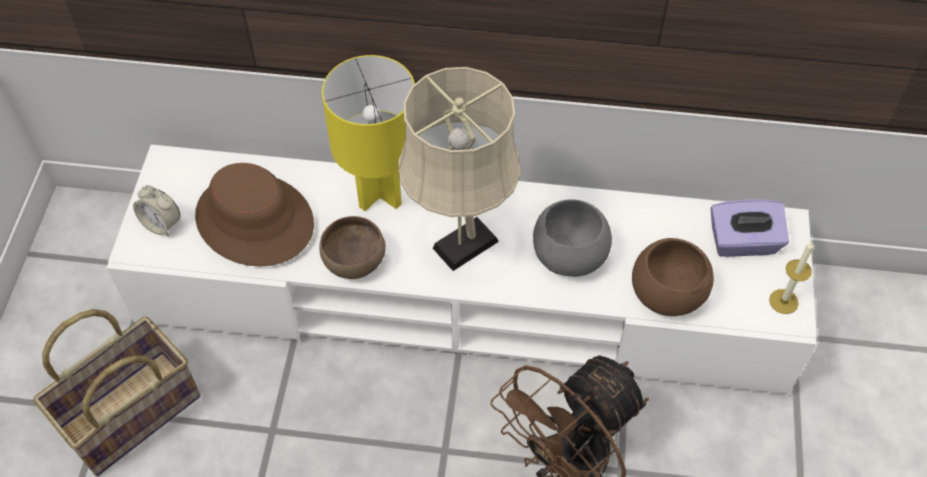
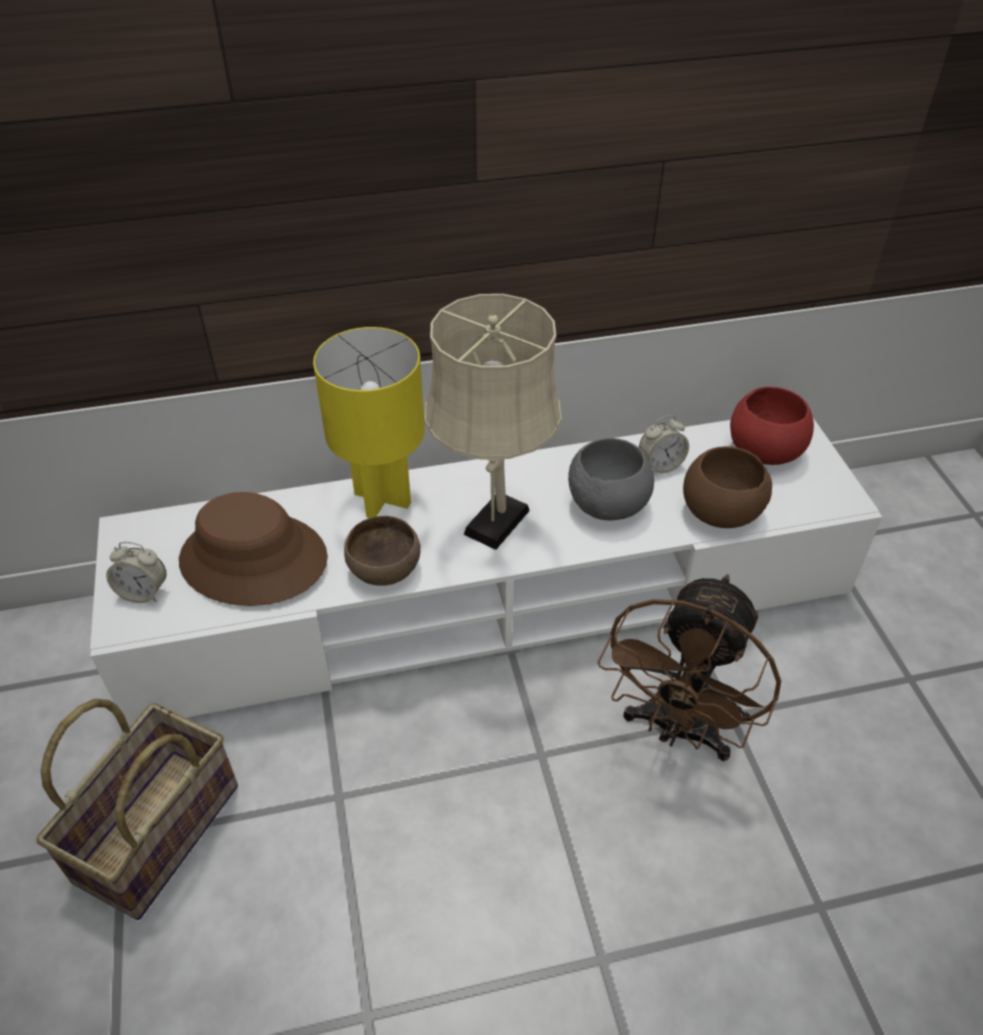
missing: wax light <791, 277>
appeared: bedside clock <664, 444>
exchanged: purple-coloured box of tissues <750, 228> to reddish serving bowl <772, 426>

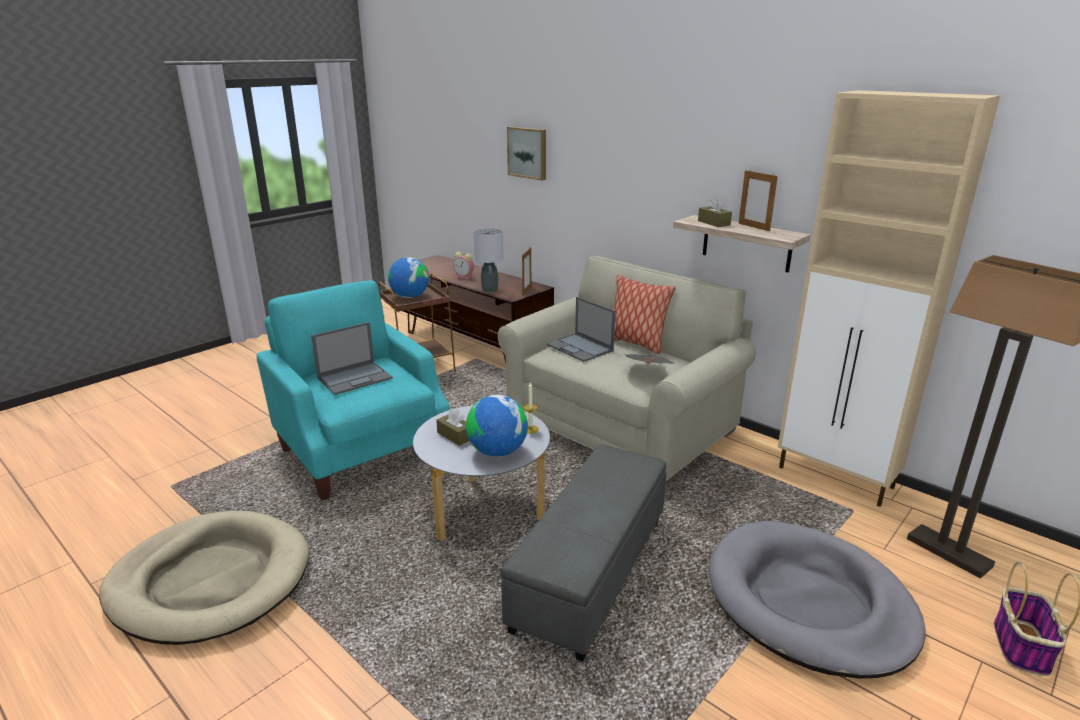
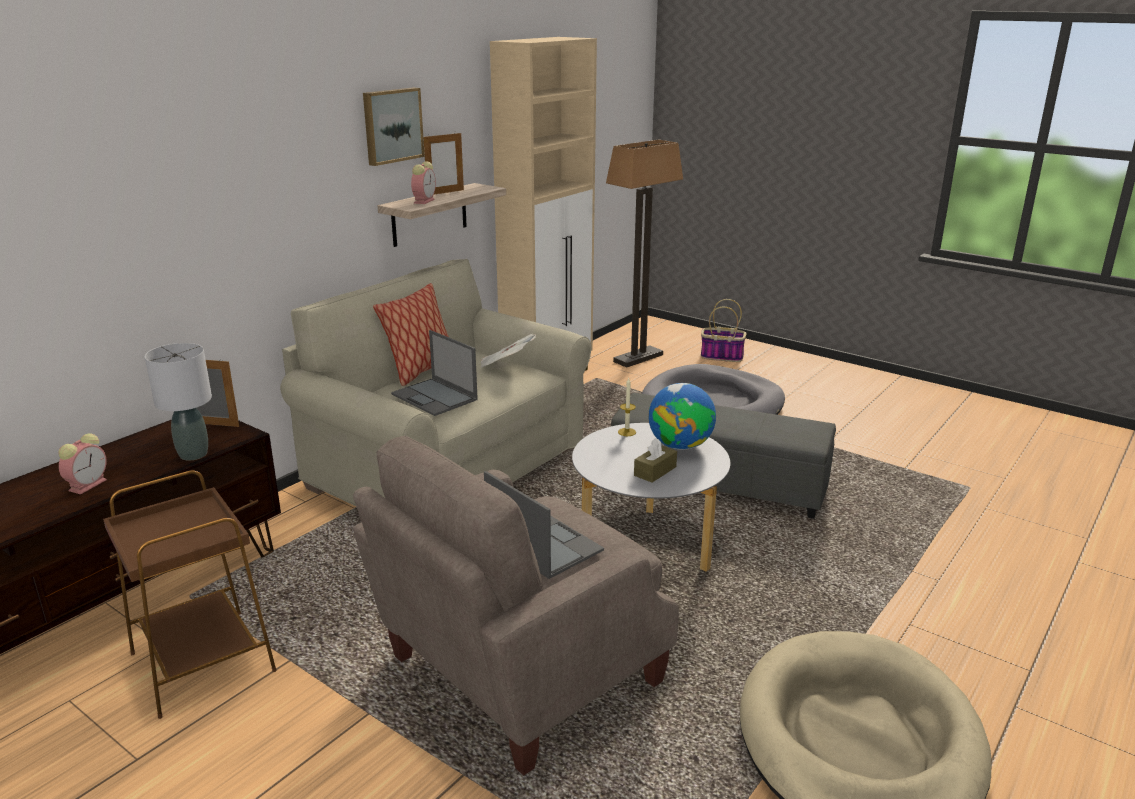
missing: desk globe <408, 277>
relocated: wall picture <526, 153> to <394, 126>
exchanged: brown-coloured box of tissues <715, 212> to bedside clock <423, 182>
colour: blue-green armchair <353, 390> to beige armchair <516, 606>
spun: laptop <581, 329> = <434, 373> 90 degrees clockwise

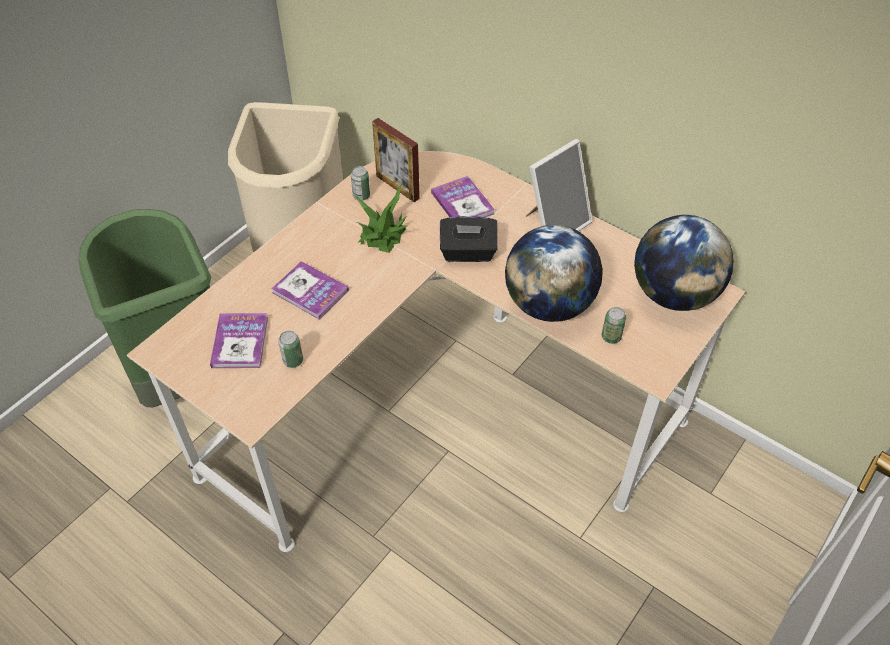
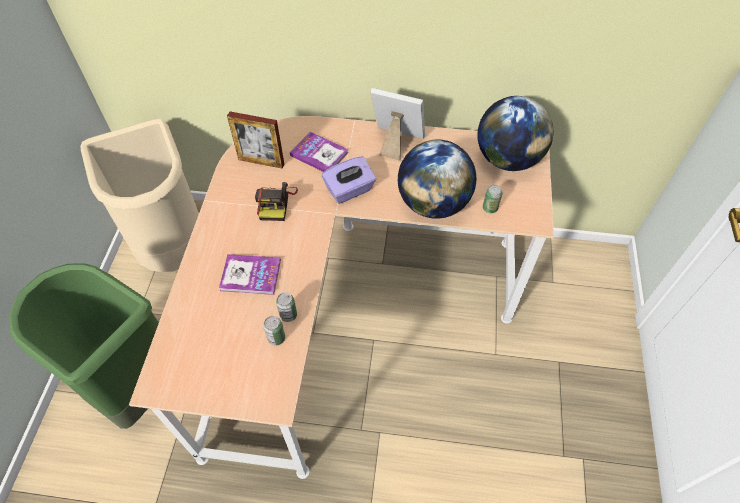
missing: book <239, 340>
relocated: sealed can <360, 183> to <286, 307>
exchanged: plant in a pot <381, 218> to photo camera <276, 201>
colour: black-coloured box of tissues <469, 239> to purple-coloured box of tissues <349, 180>
spun: standing frame <559, 185> = <397, 124> 90 degrees counterclockwise

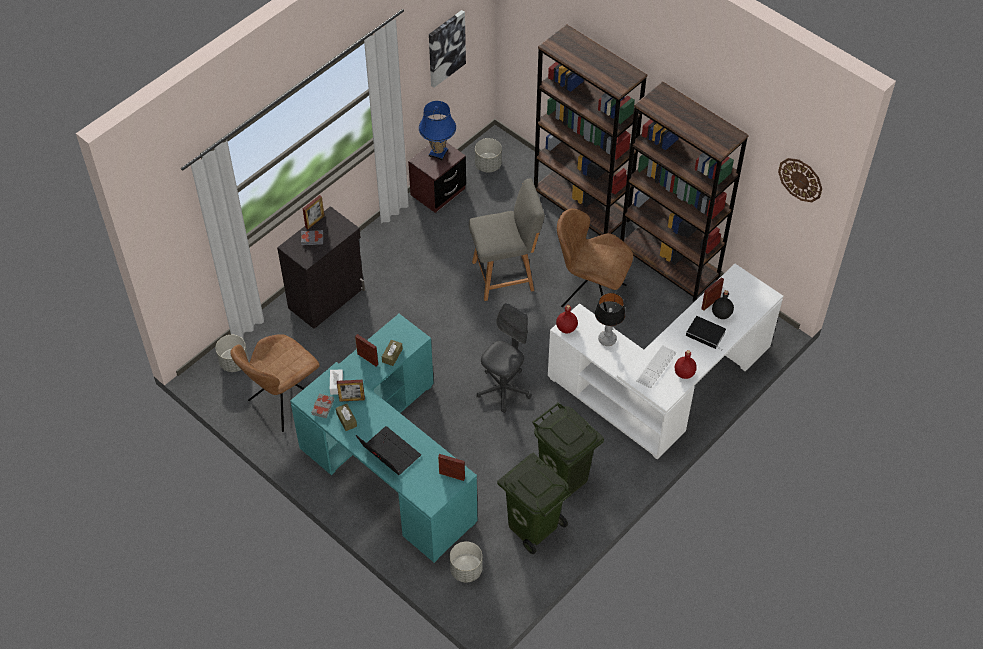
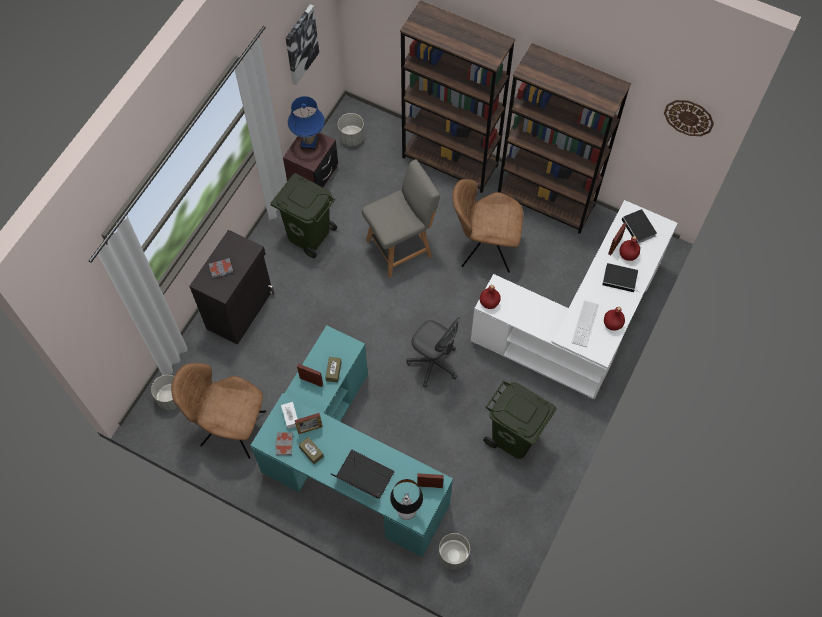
missing: standing frame <313, 212>
appeared: book <639, 228>
relocated: green-coloured rubbish bin <534, 503> to <303, 215>; table lamp <610, 319> to <406, 499>
colour: black-coloured bottle <723, 304> to reddish bottle <630, 248>
spun: brown-coloured plain chair <275, 383> = <218, 411> 75 degrees clockwise; grey office chair <504, 358> = <433, 352> 105 degrees clockwise

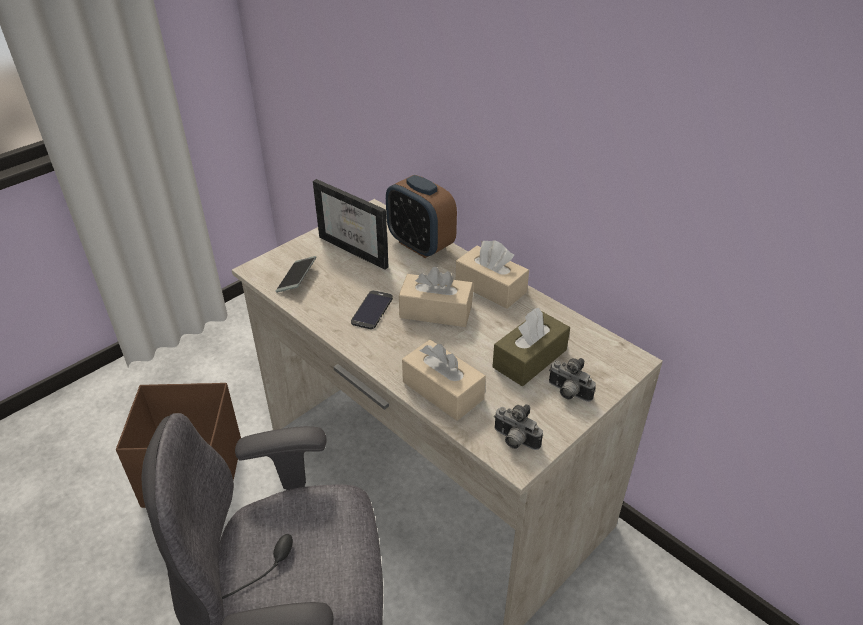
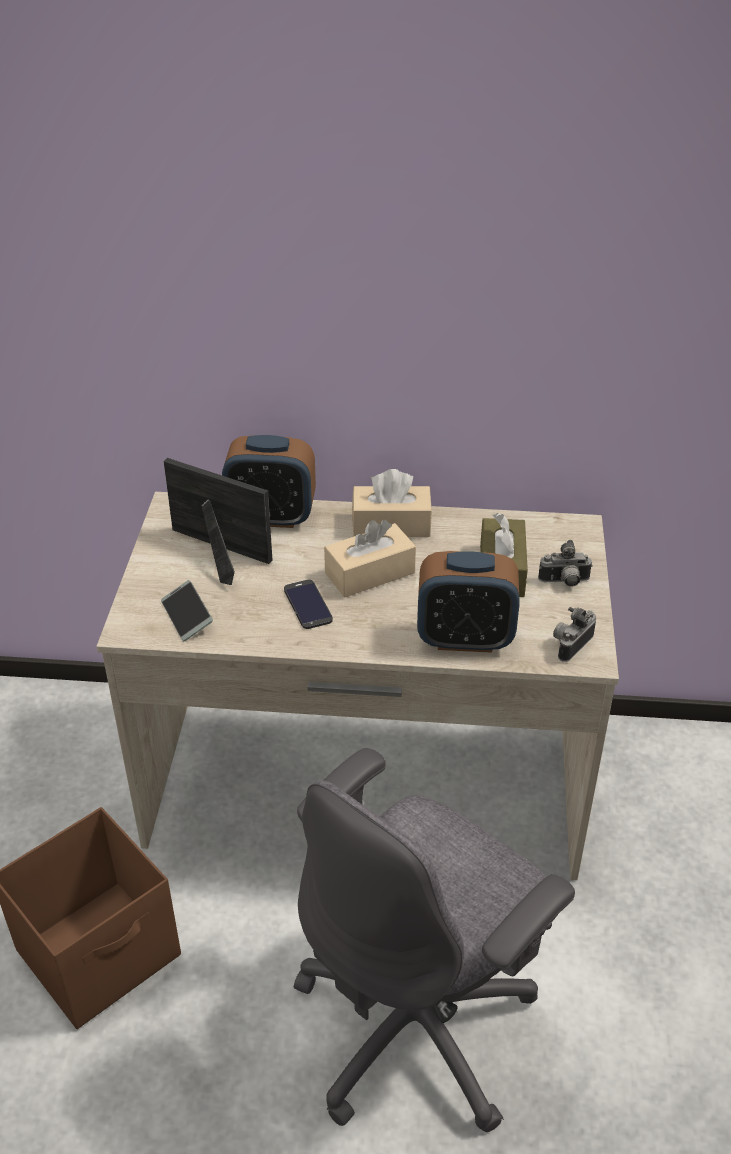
exchanged: beige box of tissues <444, 380> to bedside clock <468, 602>
spun: standing frame <351, 224> = <218, 521> 150 degrees counterclockwise; photo camera <518, 427> = <574, 634> 135 degrees clockwise

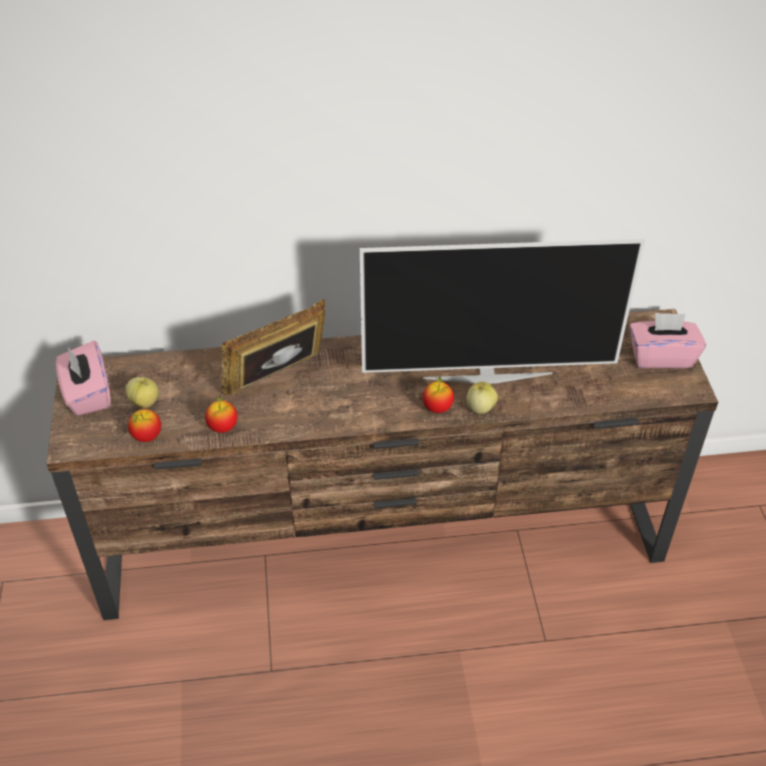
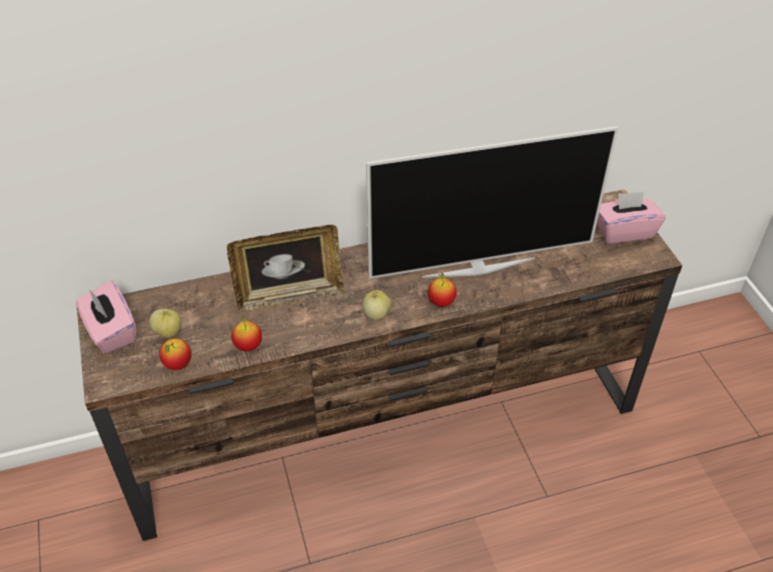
relocated: apple fruit <482, 398> to <376, 305>
spun: standing frame <273, 347> = <285, 268> 150 degrees counterclockwise

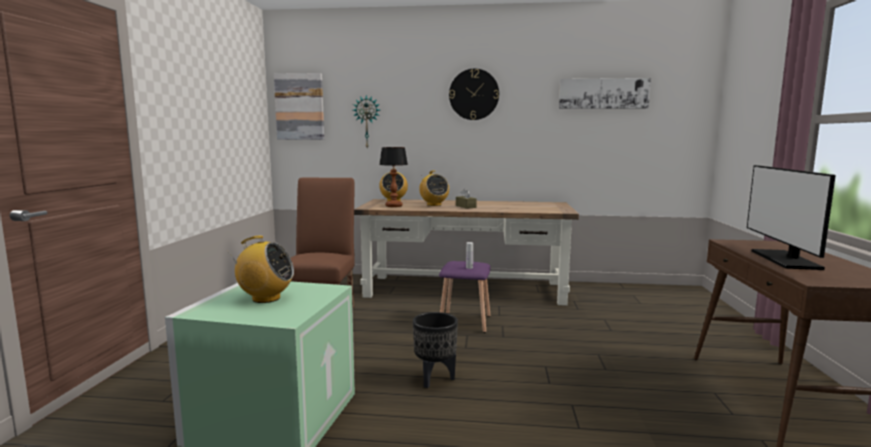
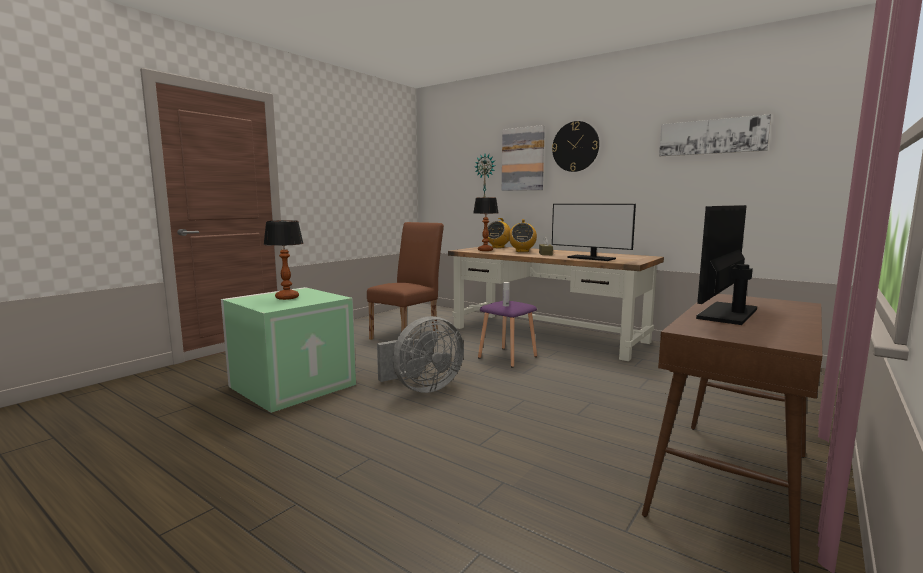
appeared: computer screen <594, 232>
relocated: wall picture <299, 106> to <523, 158>
exchanged: radio set <260, 269> to table lamp <283, 260>; black-coloured flower pot <435, 350> to grey fan <420, 354>

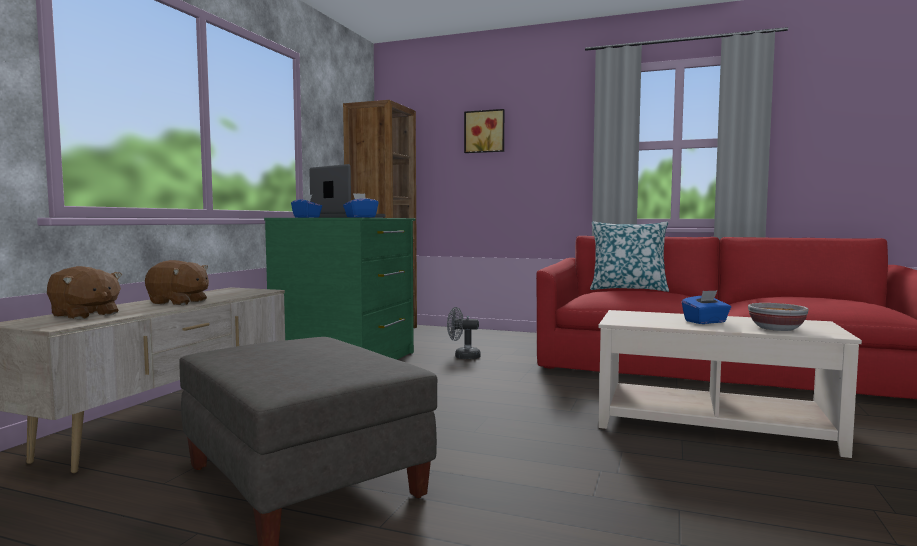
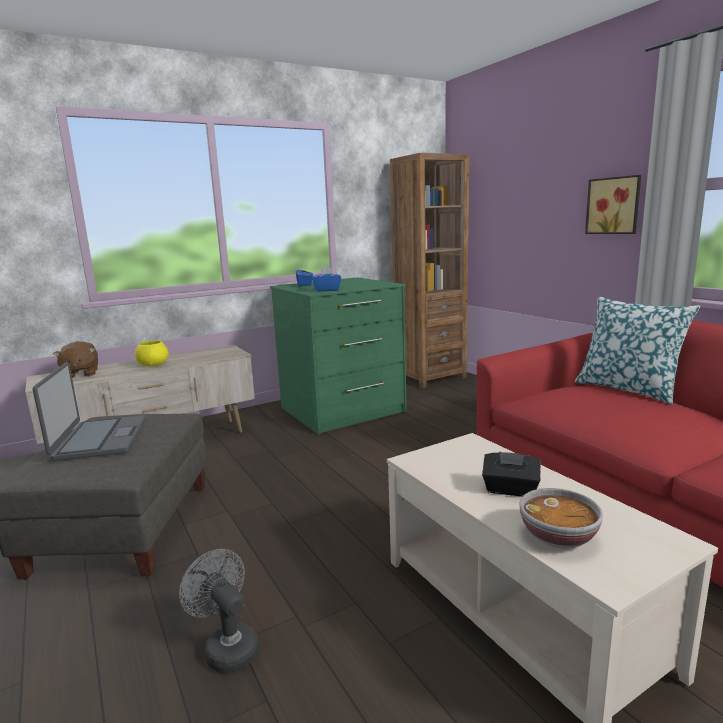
relocated: laptop <347, 191> to <89, 411>; grey fan <464, 333> to <219, 611>; wall picture <484, 131> to <613, 204>
exchanged: brown-coloured cuddly toy <177, 282> to yellowish serving bowl <152, 353>
colour: bluish box of tissues <706, 307> to black-coloured box of tissues <511, 474>

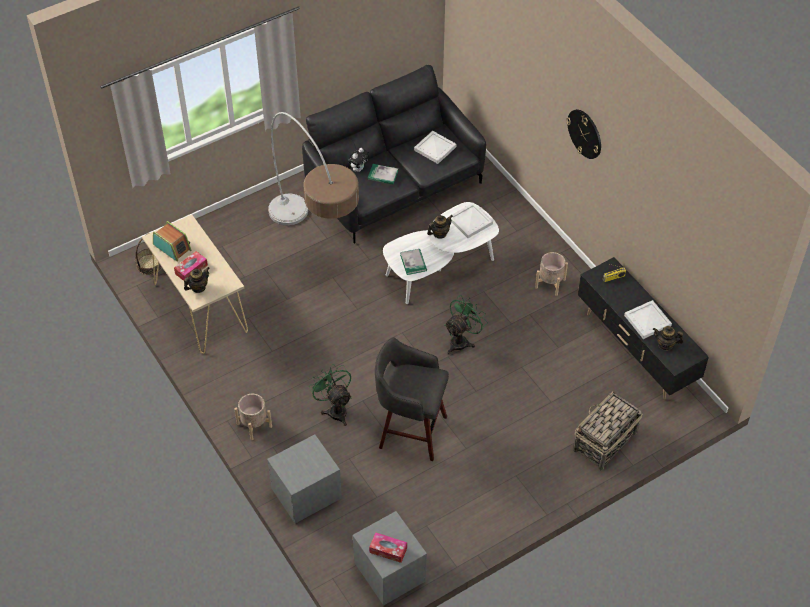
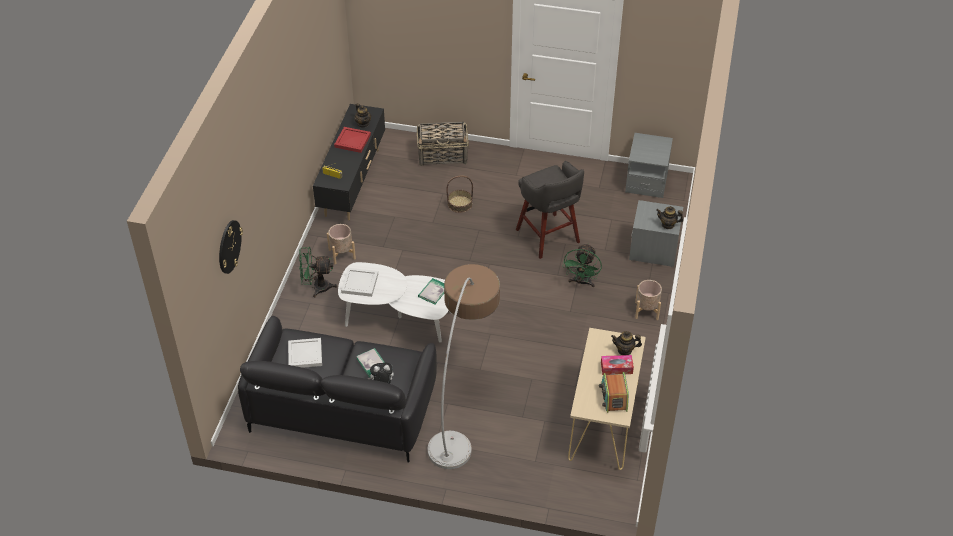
missing: box of tissues <388, 547>
relocated: storage basket <148, 254> to <459, 194>; tea pot <440, 227> to <669, 217>; green-coloured fan <466, 324> to <318, 272>; wall clock <583, 134> to <231, 247>
colour: whitish tray <648, 319> to reddish tray <352, 140>

